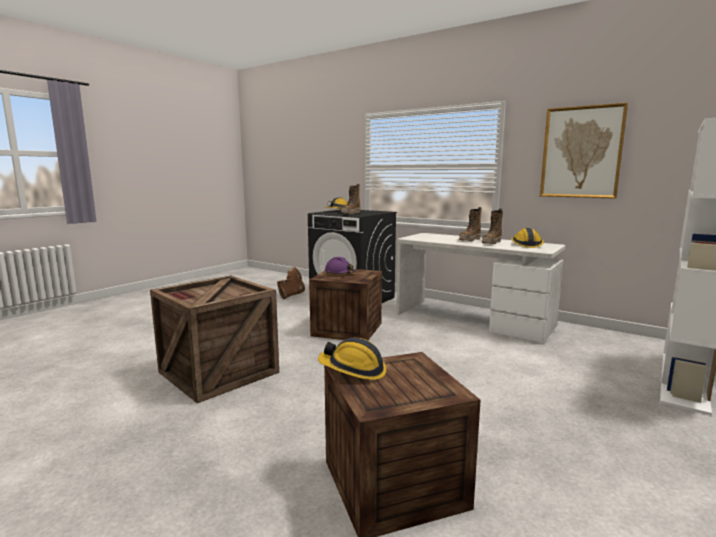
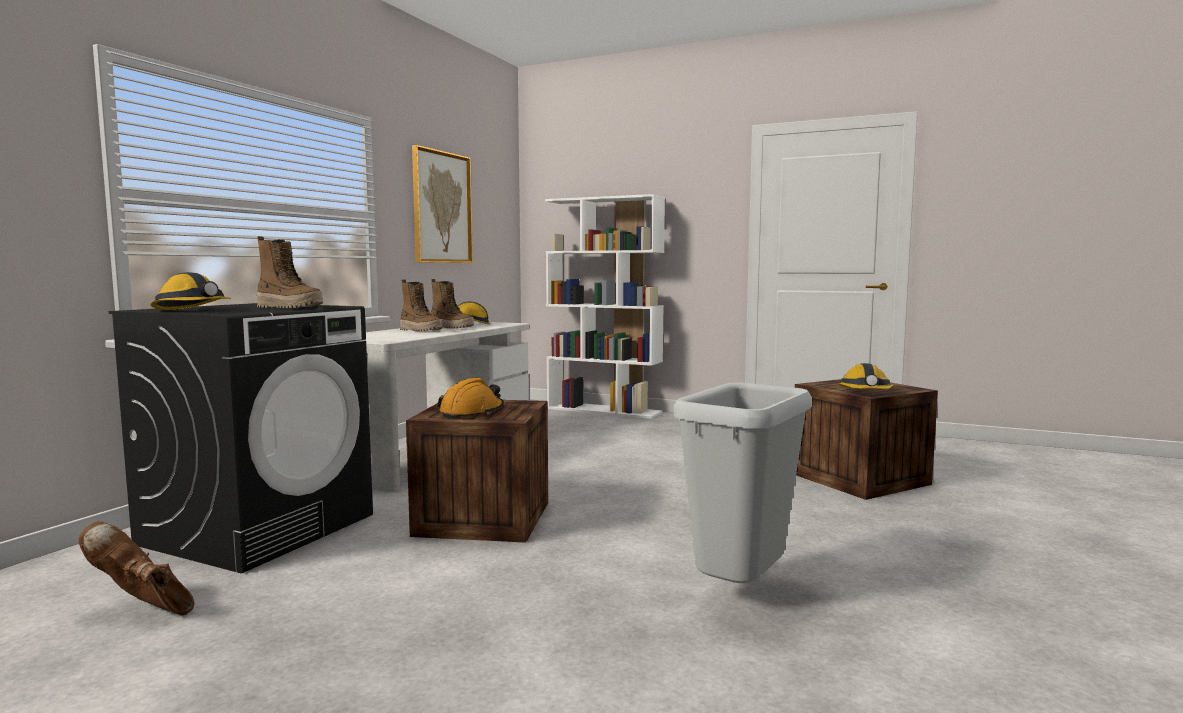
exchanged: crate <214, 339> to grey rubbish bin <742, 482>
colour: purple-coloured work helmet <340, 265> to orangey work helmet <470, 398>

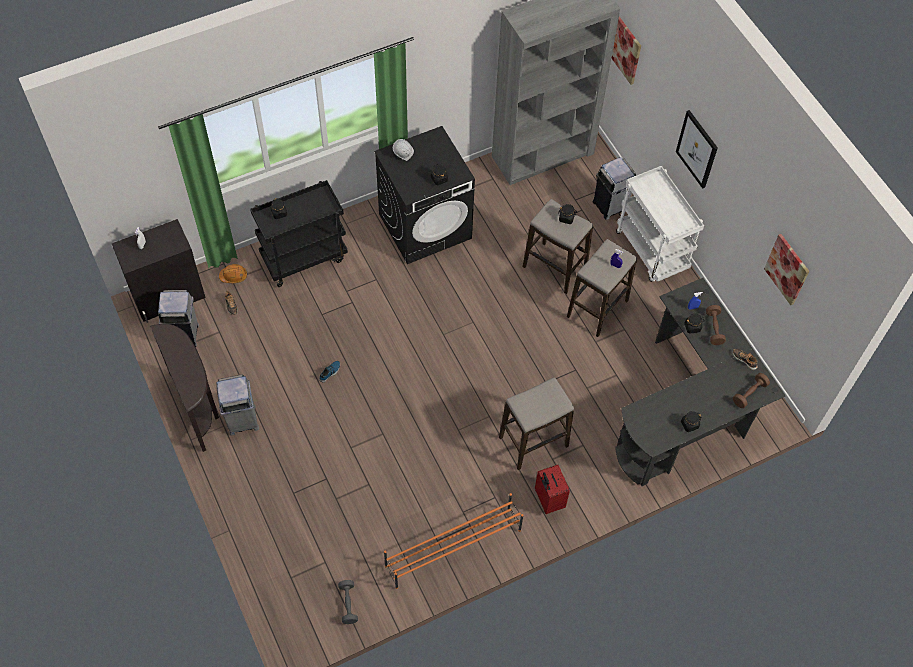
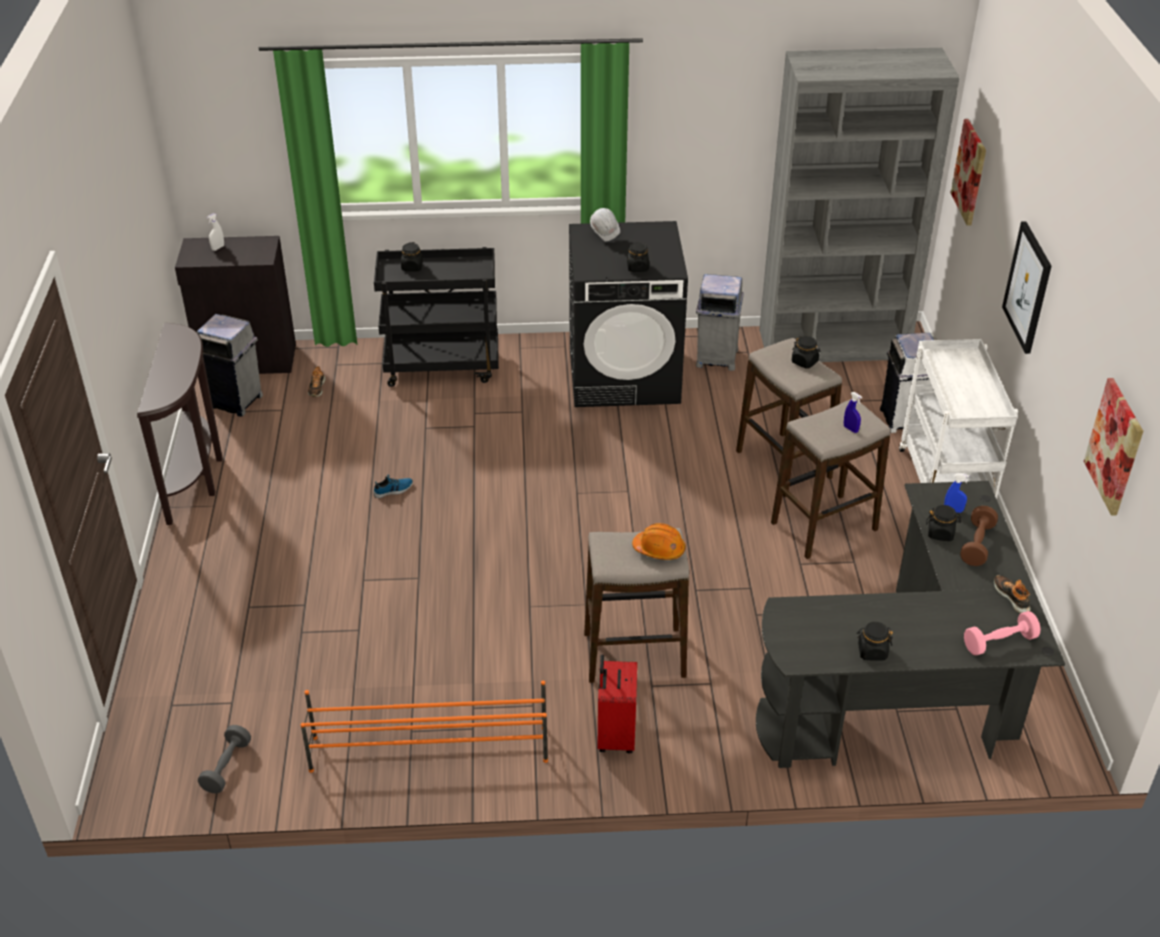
relocated: grey rubbish bin <237, 405> to <720, 322>; orangey work helmet <233, 273> to <659, 541>
colour: brown-coloured free weight <751, 390> to pink-coloured free weight <1002, 633>

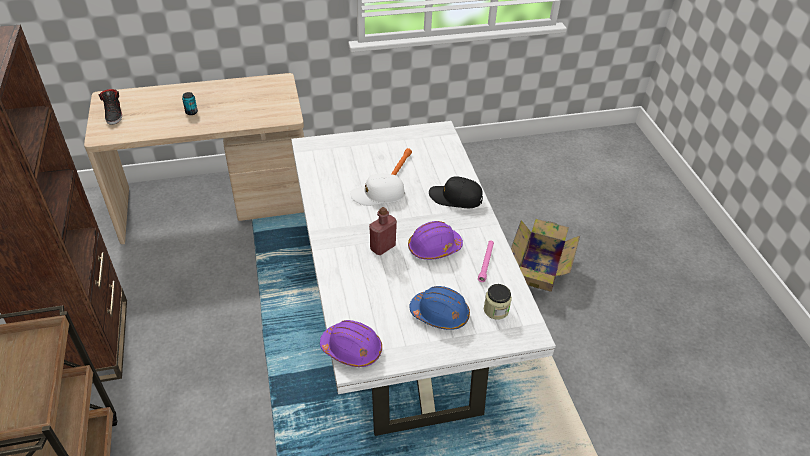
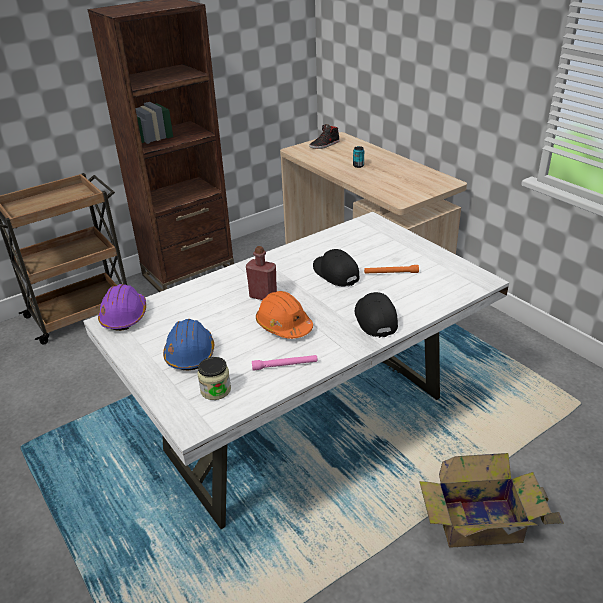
colour: whitish baseball cap <377, 190> to black-coloured baseball cap <336, 268>; purple-coloured work helmet <435, 240> to orangey work helmet <284, 315>

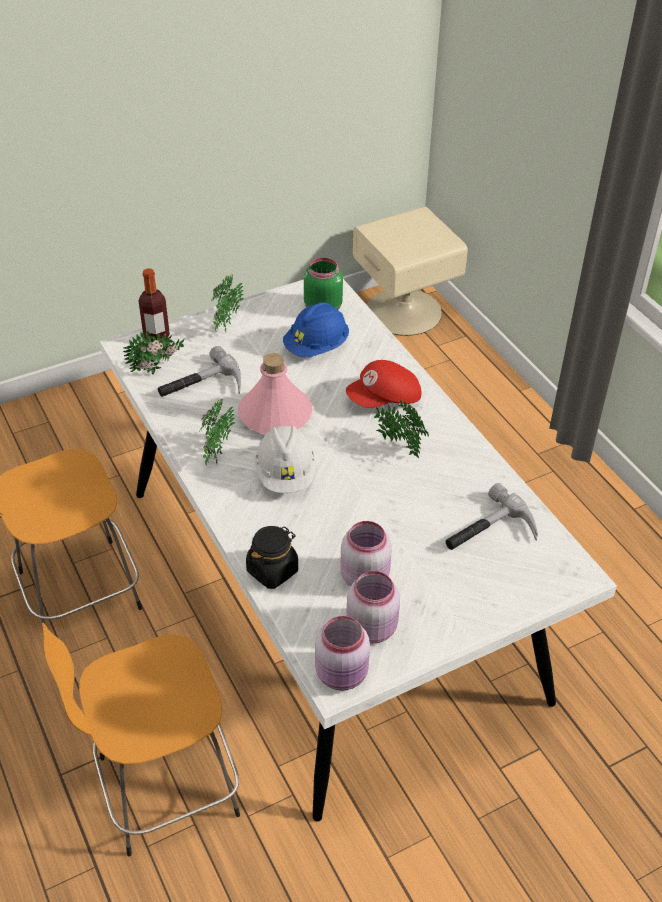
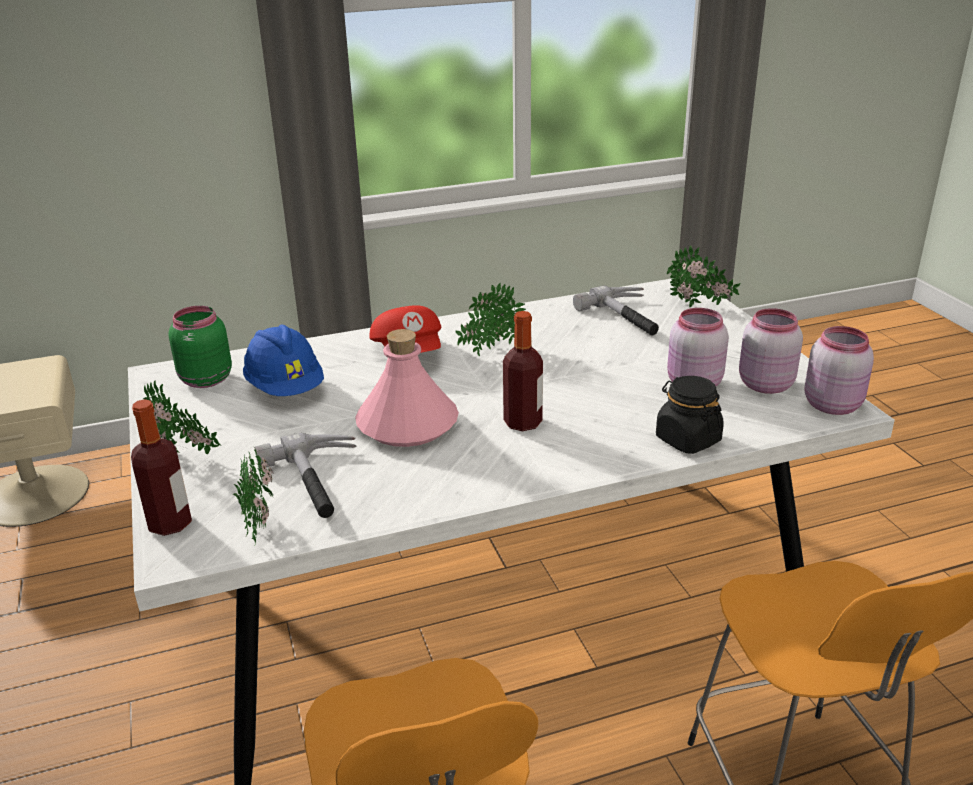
relocated: plant in a pot <217, 432> to <703, 276>
exchanged: whitish work helmet <285, 459> to bottle <523, 371>

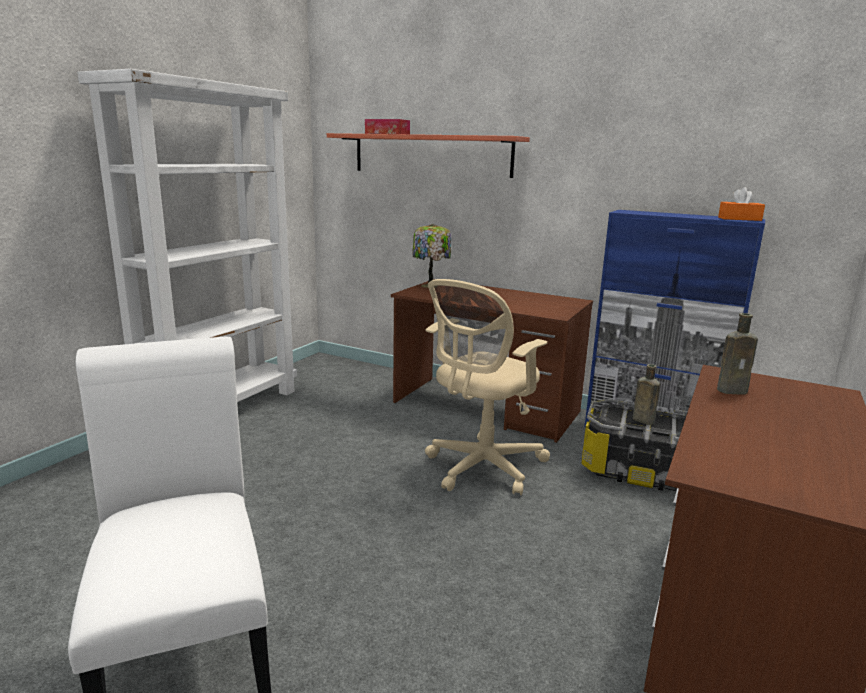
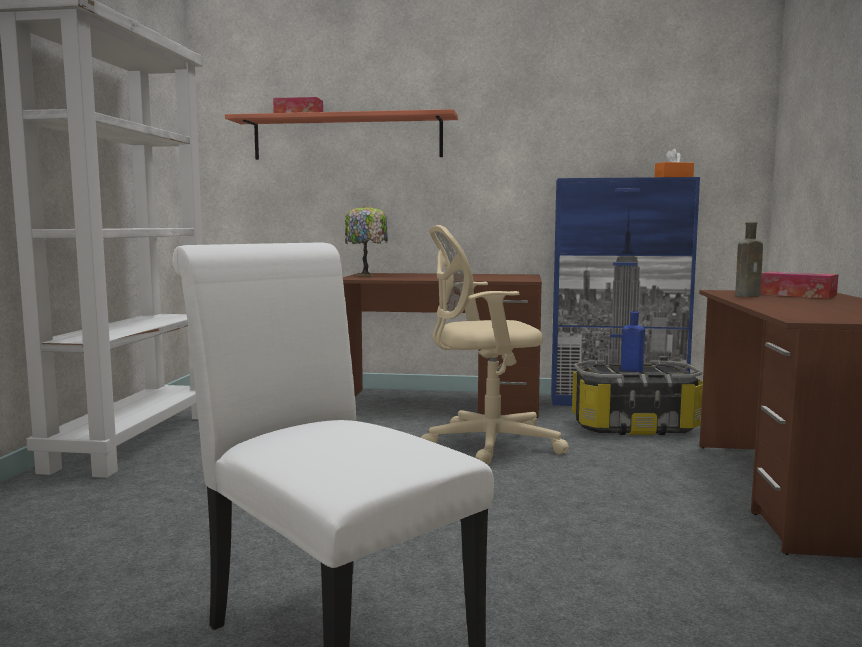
appeared: box of tissues <800, 285>
colour: brown-coloured bottle <646, 394> to bluish bottle <633, 341>
spun: beige office chair <487, 387> = <495, 345> 60 degrees clockwise

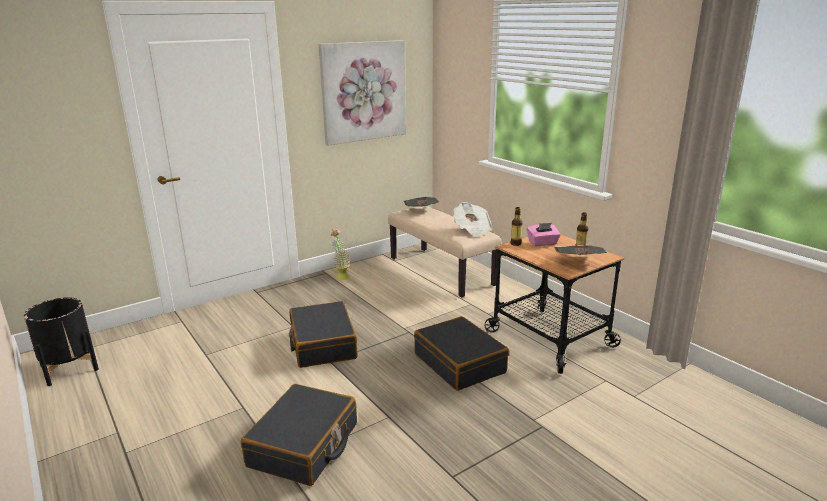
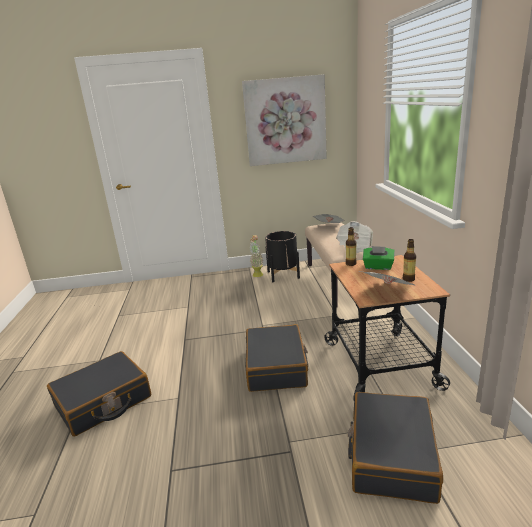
relocated: black-coloured flower pot <61, 341> to <282, 256>; black-coloured travel case <323, 334> to <395, 448>
colour: pink-coloured box of tissues <544, 234> to green-coloured box of tissues <379, 258>

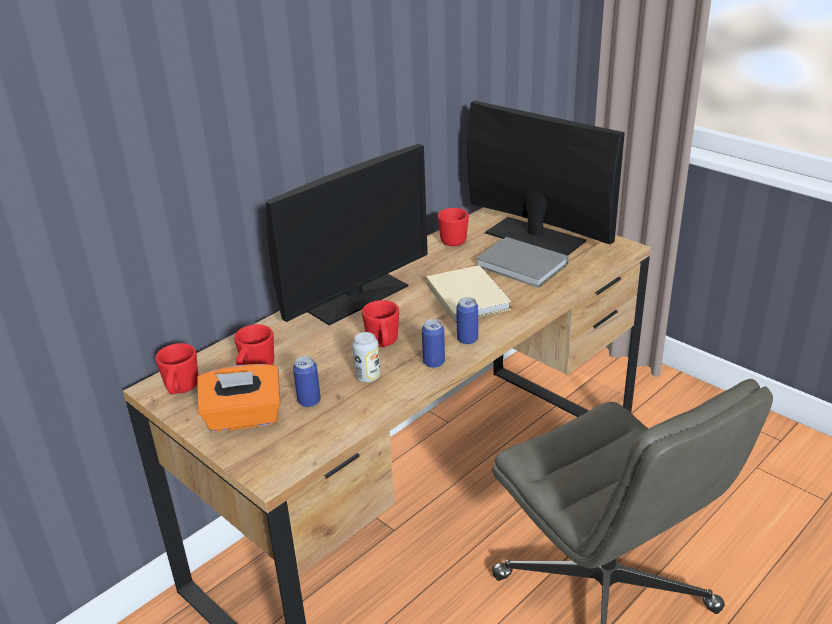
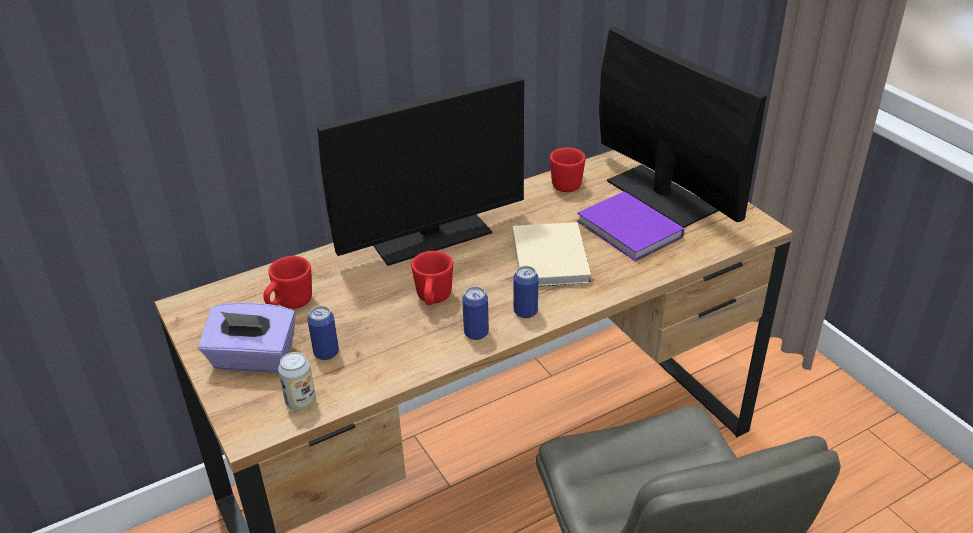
missing: reddish coffee mug <176, 368>
relocated: sealed can <366, 357> to <297, 381>
colour: orangey box of tissues <238, 398> to purple-coloured box of tissues <247, 338>; grey book <522, 262> to purple-coloured book <630, 226>

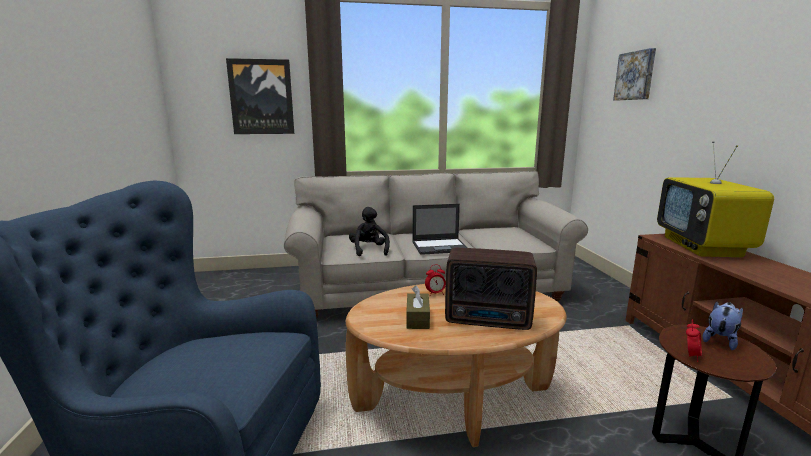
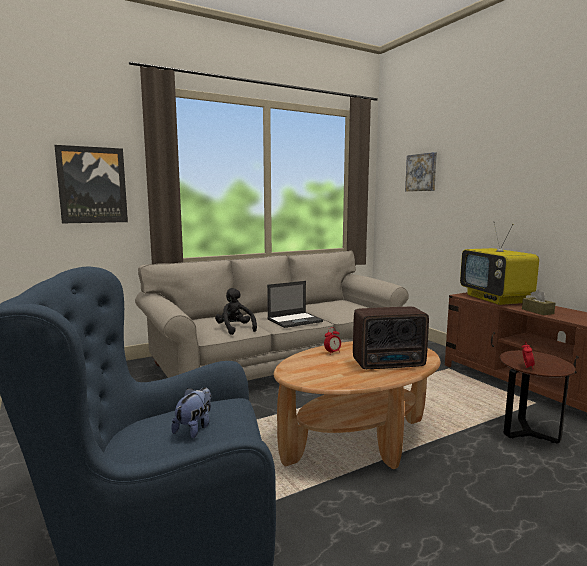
relocated: brown-coloured box of tissues <418, 307> to <539, 302>; cuddly toy <723, 325> to <191, 413>

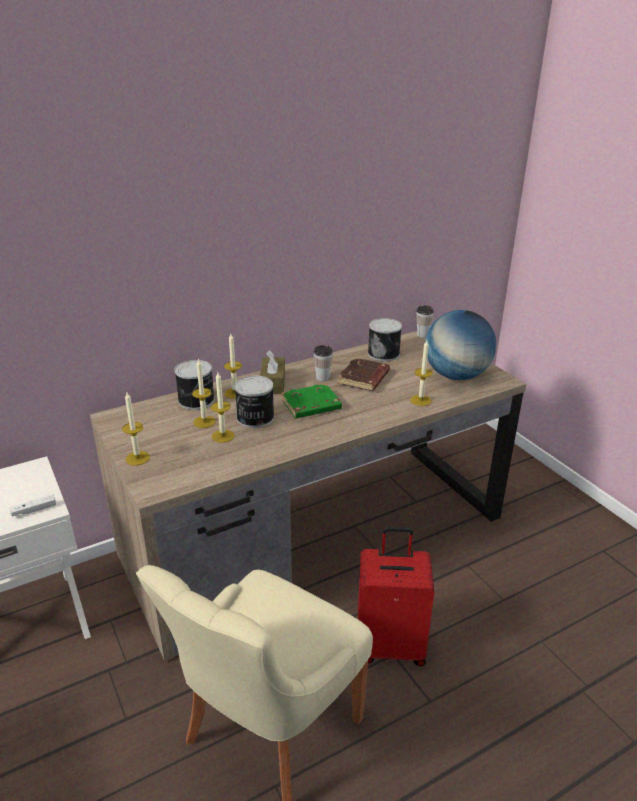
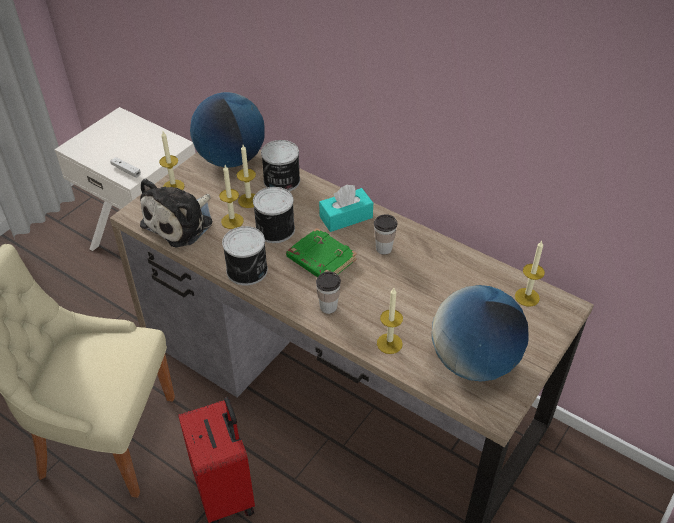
missing: brown-coloured book <364, 374>
appeared: cuddly toy <176, 213>; desk globe <227, 130>
relocated: wax light <233, 366> to <530, 273>; sealed can <385, 340> to <245, 256>; small cup <425, 321> to <328, 292>
colour: brown-coloured box of tissues <272, 372> to blue-green box of tissues <346, 208>

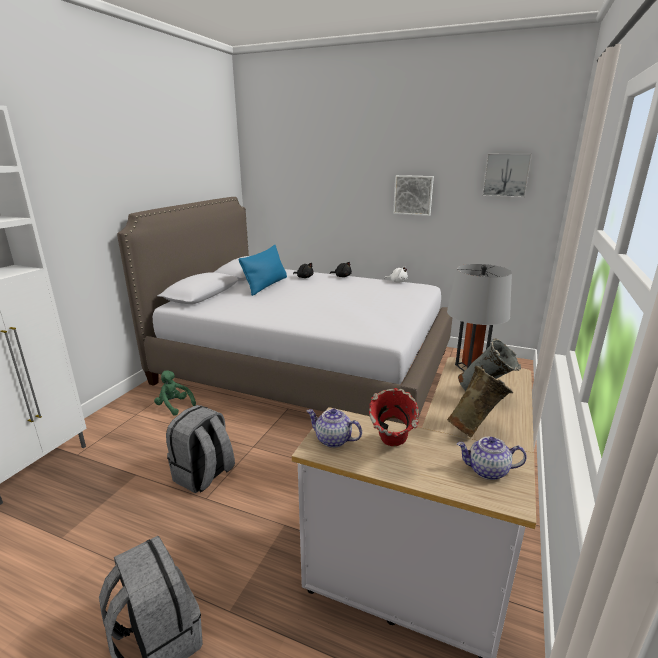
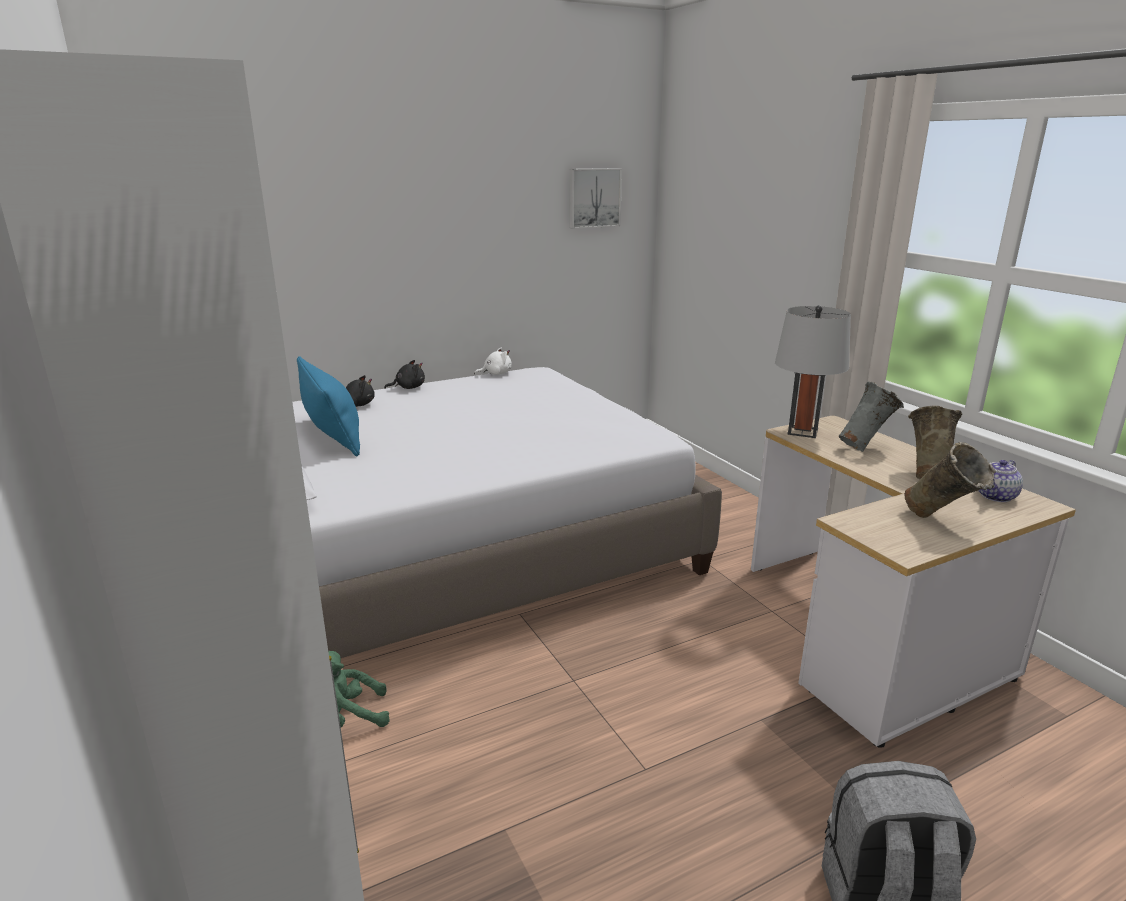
missing: grey knapsack <200, 449>; tea pot <334, 428>; wall picture <413, 195>
colour: reddish flower vase <394, 417> to beige flower vase <950, 480>

